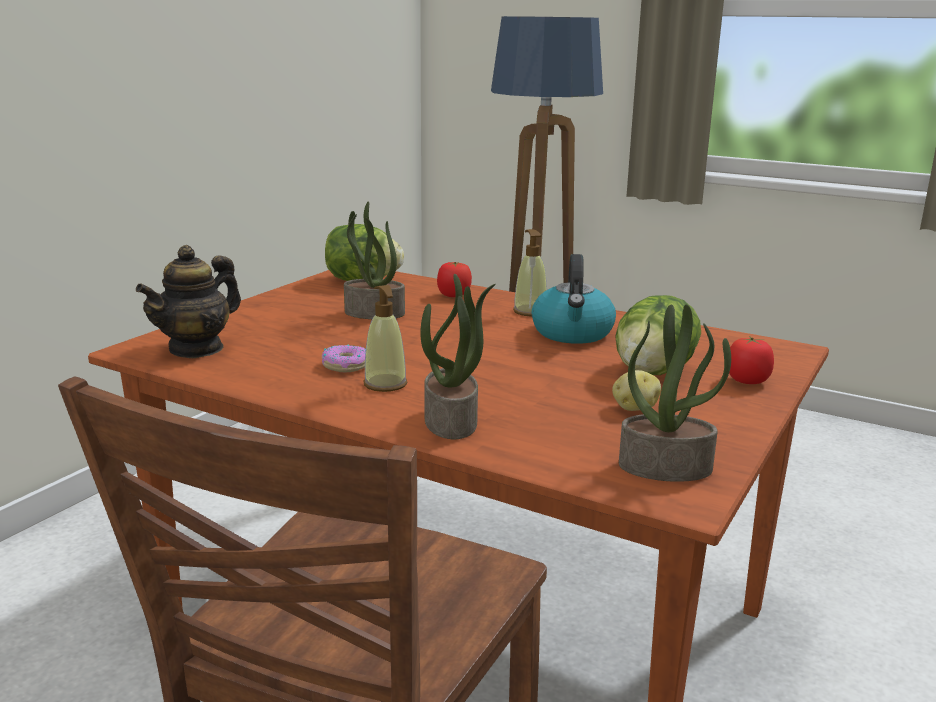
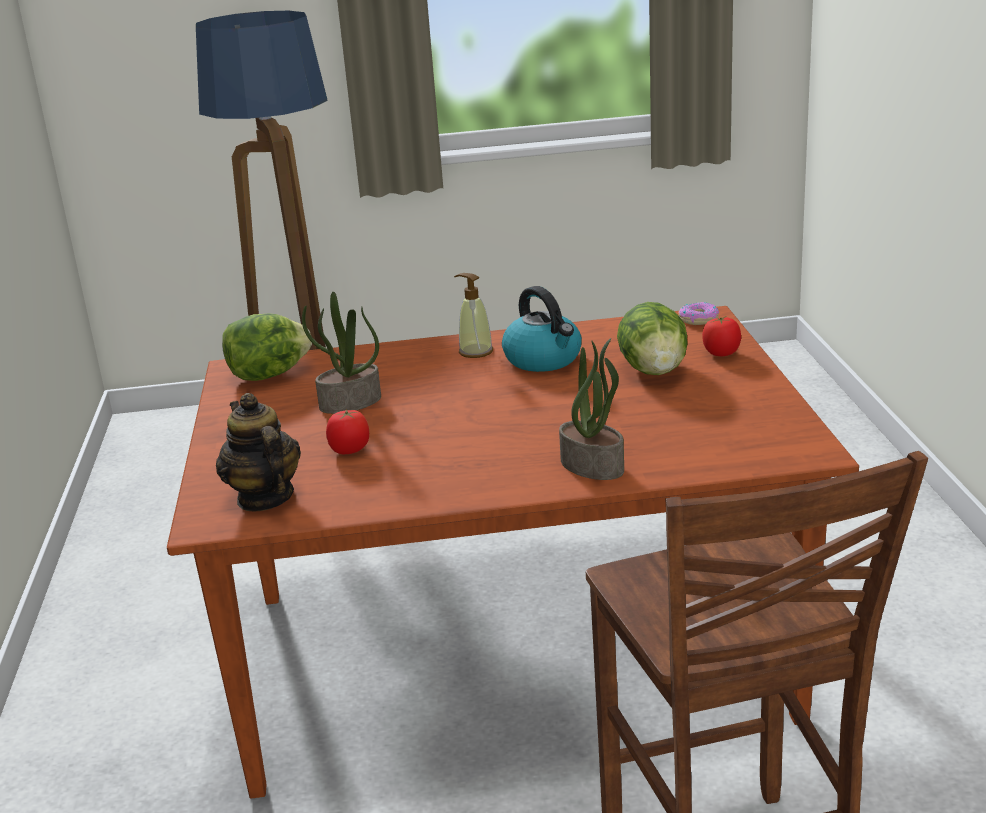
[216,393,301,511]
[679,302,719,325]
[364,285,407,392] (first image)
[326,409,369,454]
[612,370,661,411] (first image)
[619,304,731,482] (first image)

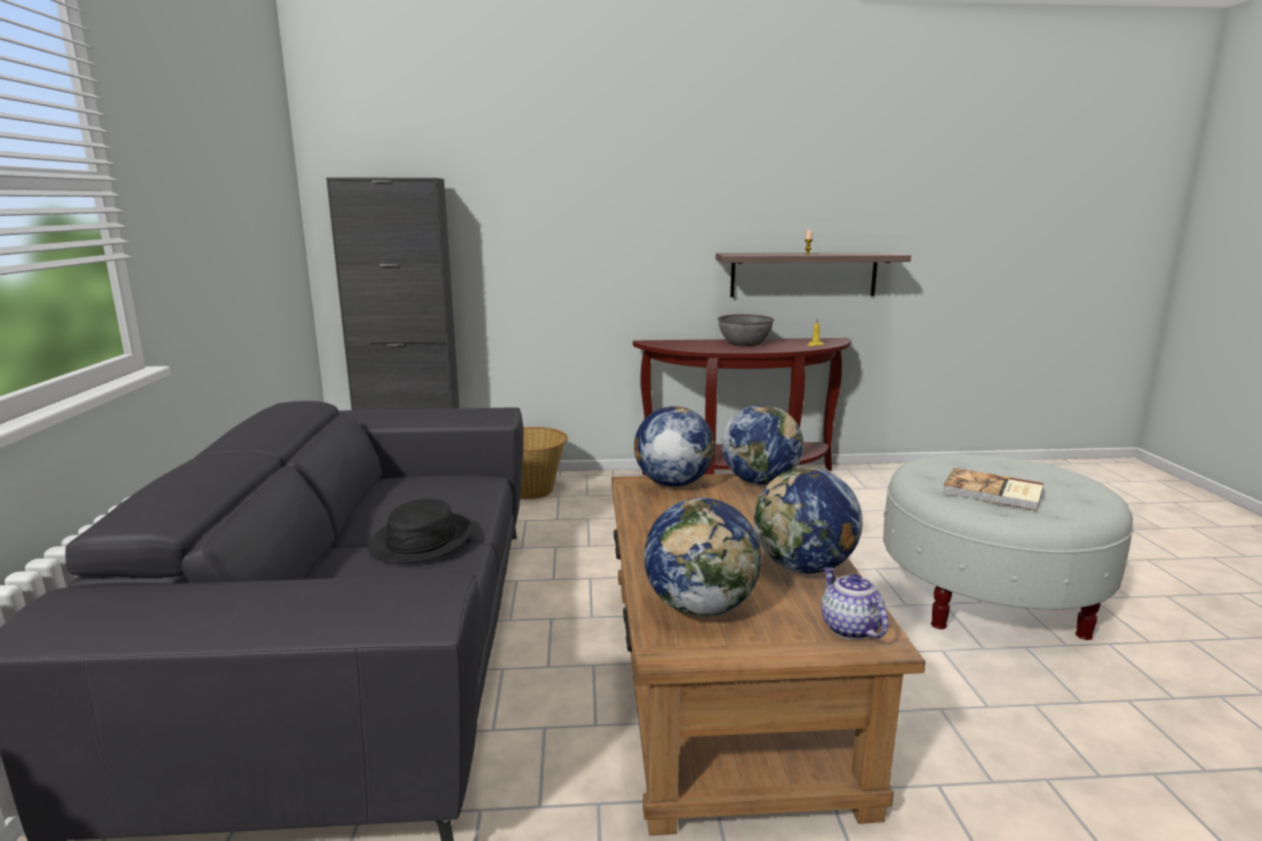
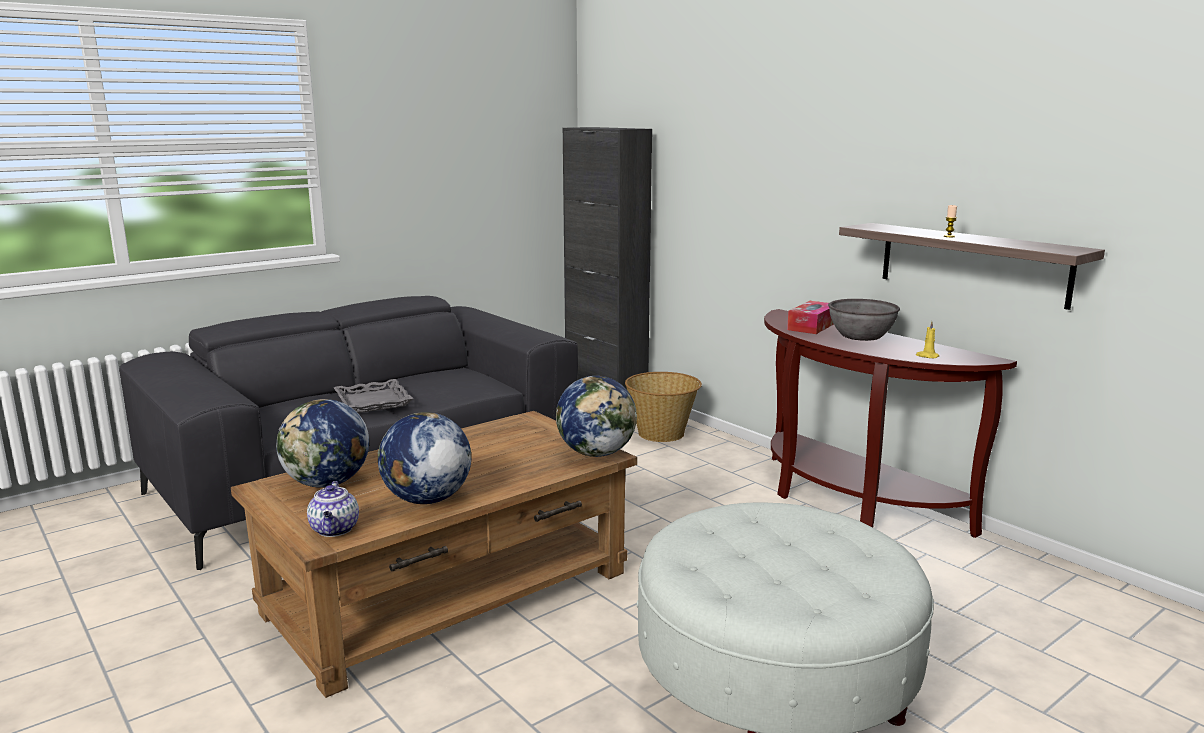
[334,379,414,413]
[634,406,715,487] (first image)
[307,481,359,537]
[942,468,1044,511] (first image)
[787,301,834,334]

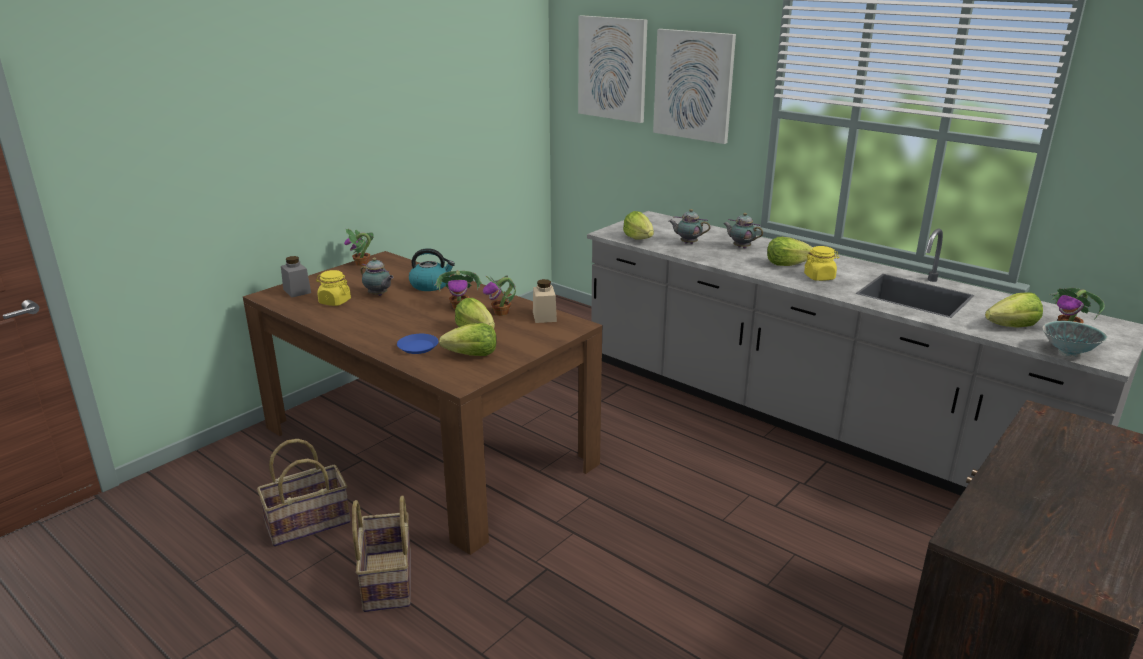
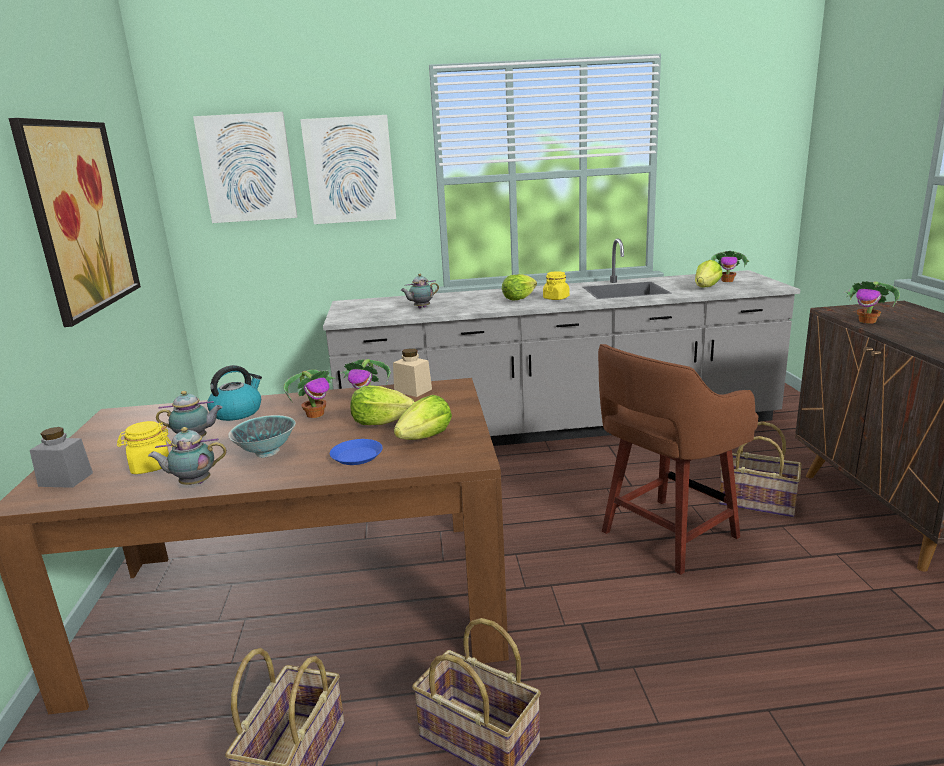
[844,281,900,324]
[623,211,654,240] (first image)
[148,427,227,485]
[228,415,296,458]
[9,118,141,327]
[598,344,759,575]
[719,421,802,517]

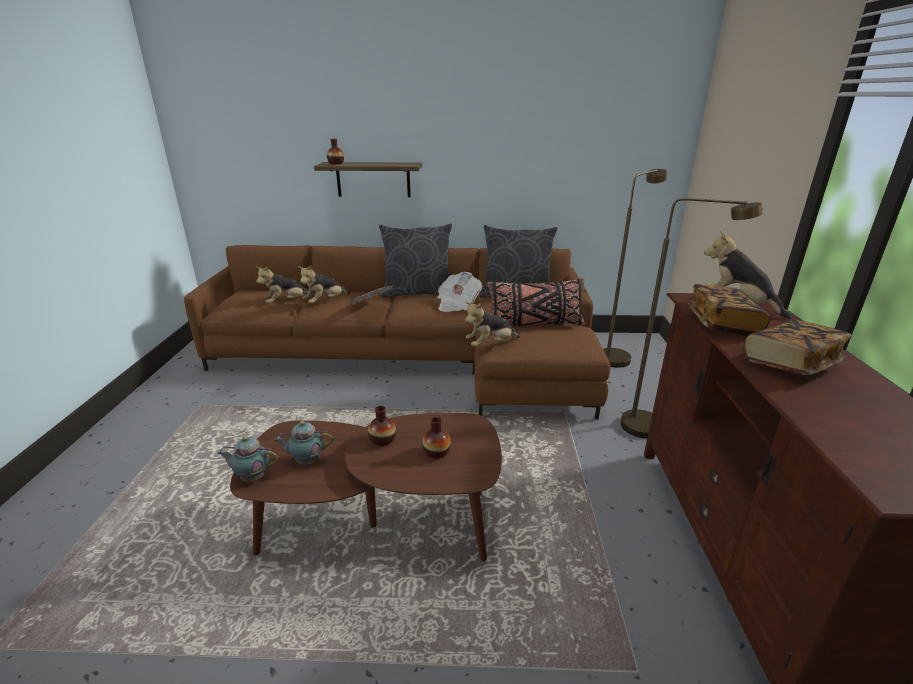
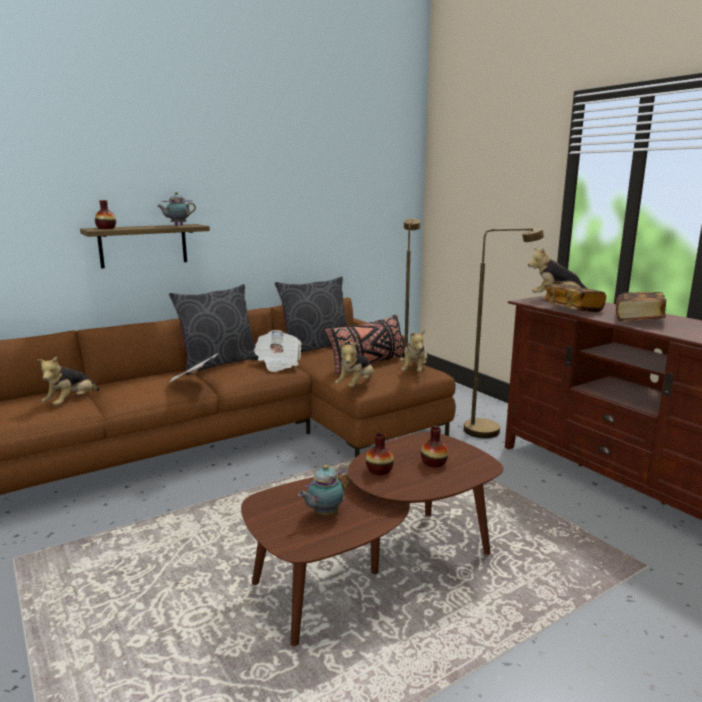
[157,192,196,226]
[400,330,427,372]

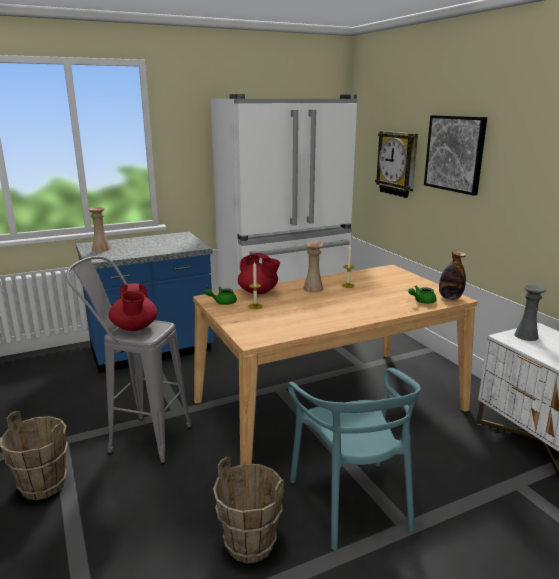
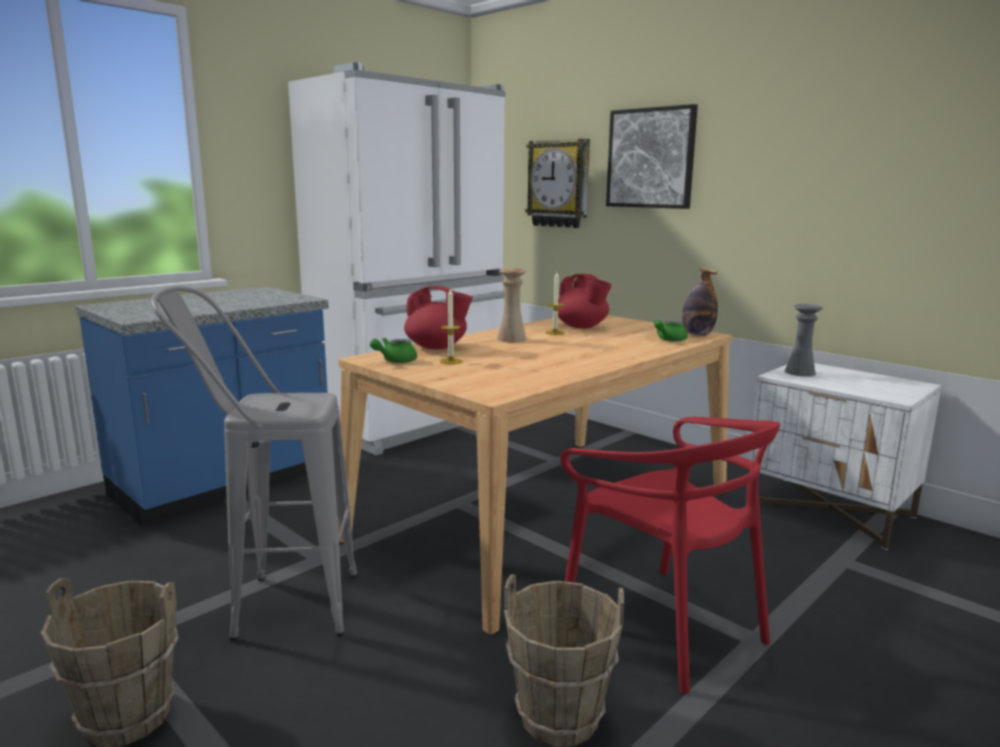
[88,207,111,252] (first image)
[558,274,612,329]
[560,417,780,693]

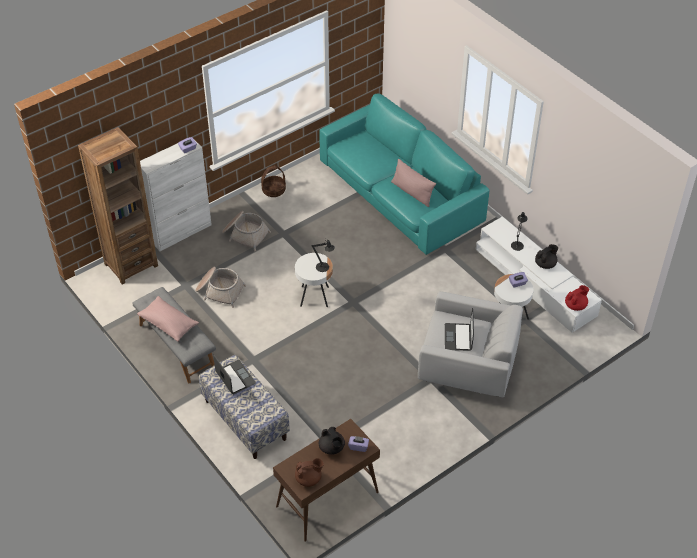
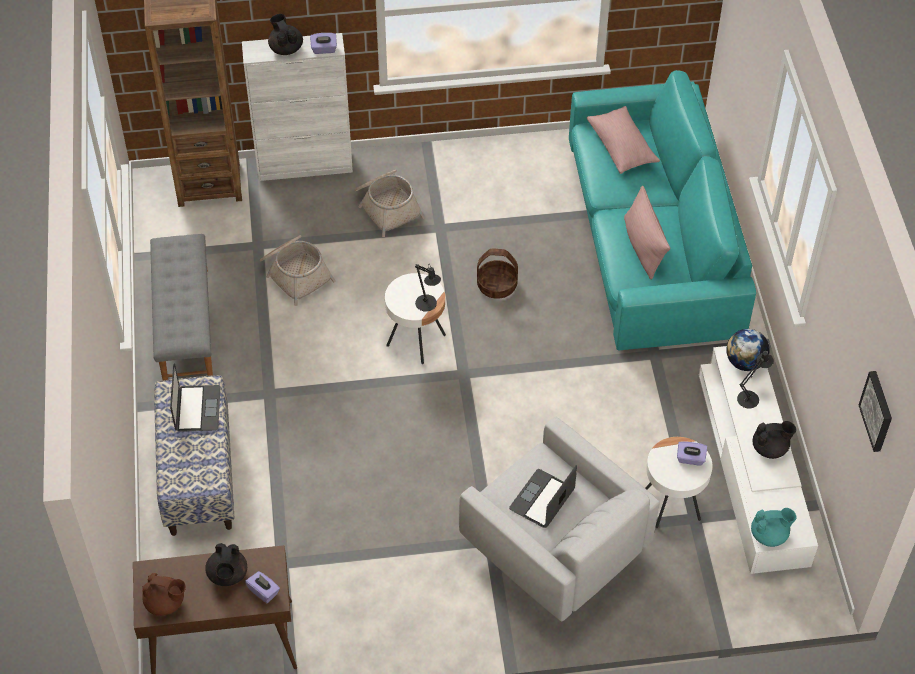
[587,106,660,174]
[477,248,518,299]
[751,508,796,547]
[268,14,303,55]
[726,329,770,371]
[859,371,892,452]

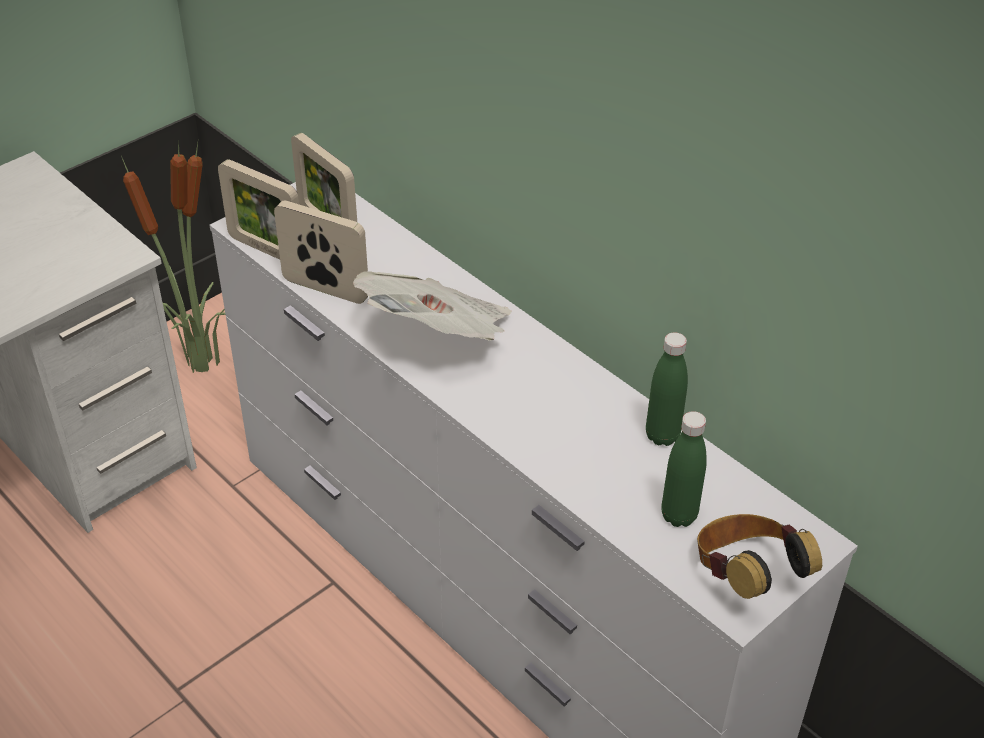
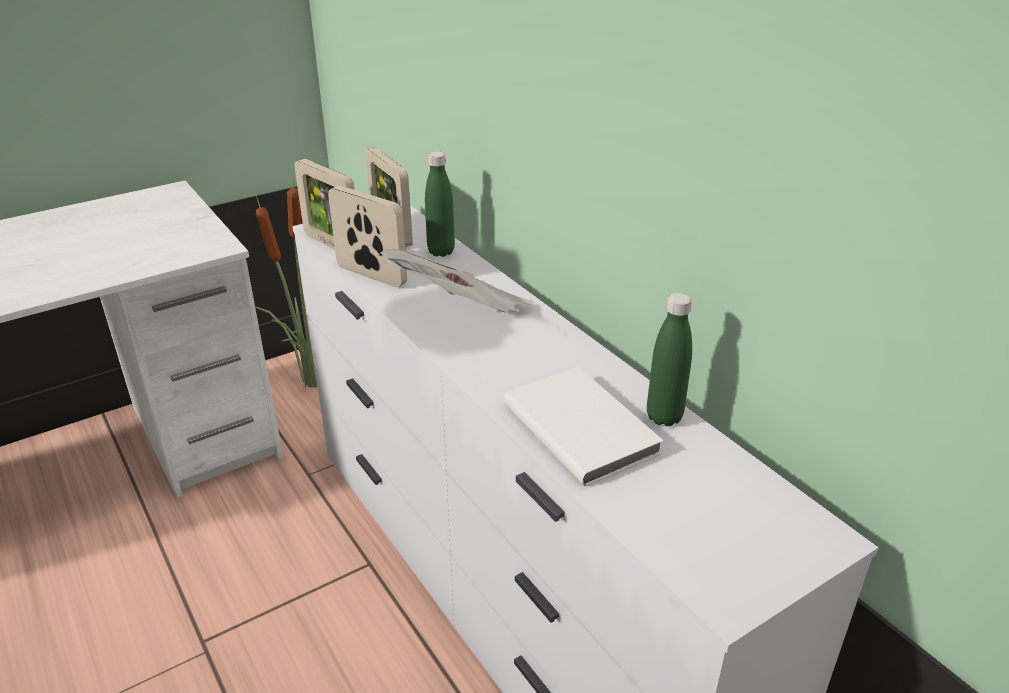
[425,151,455,257]
[697,514,822,599] (first image)
[504,367,664,486]

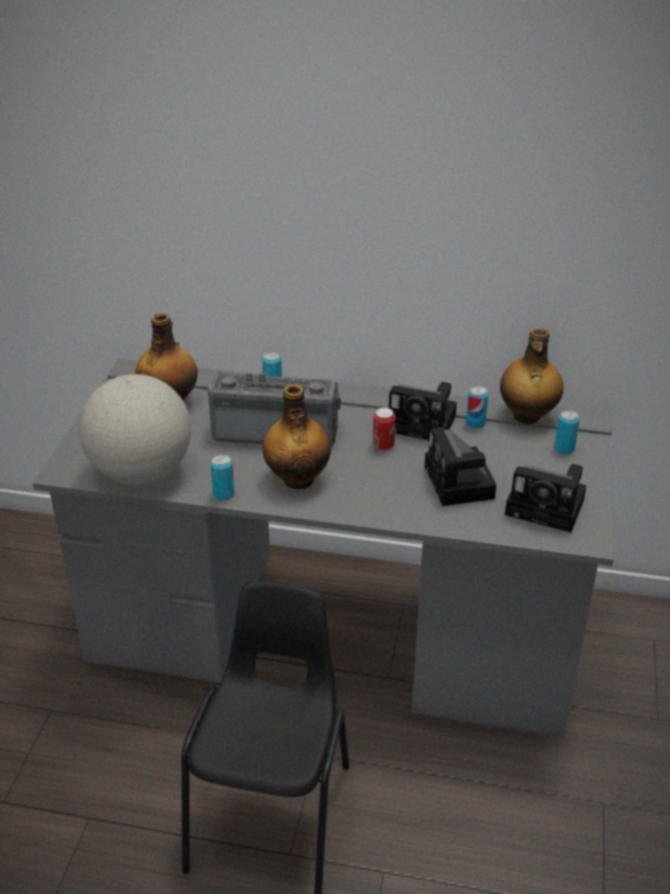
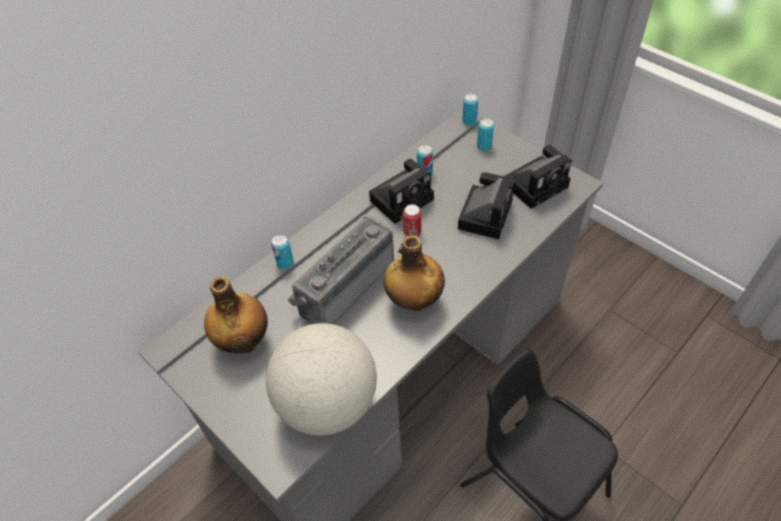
[462,94,479,126]
[458,172,514,239]
[500,327,563,424] (first image)

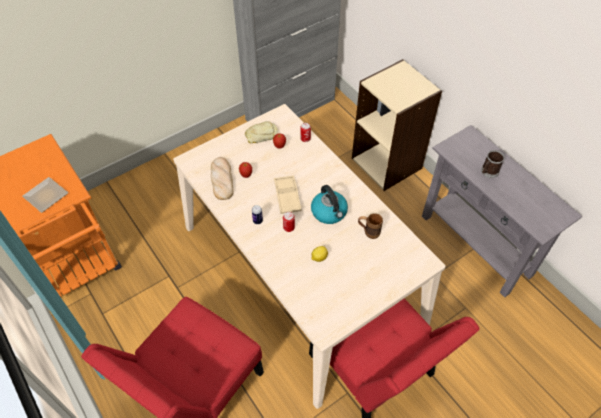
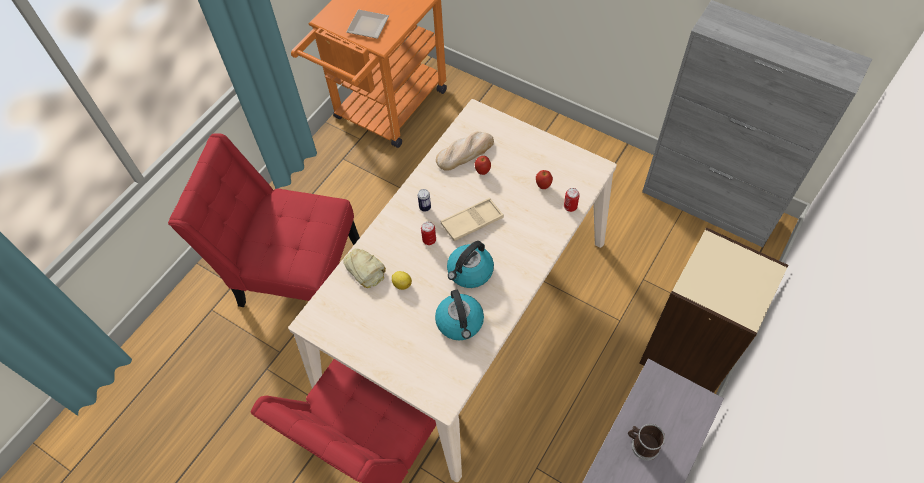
[343,248,386,288]
[435,290,484,340]

